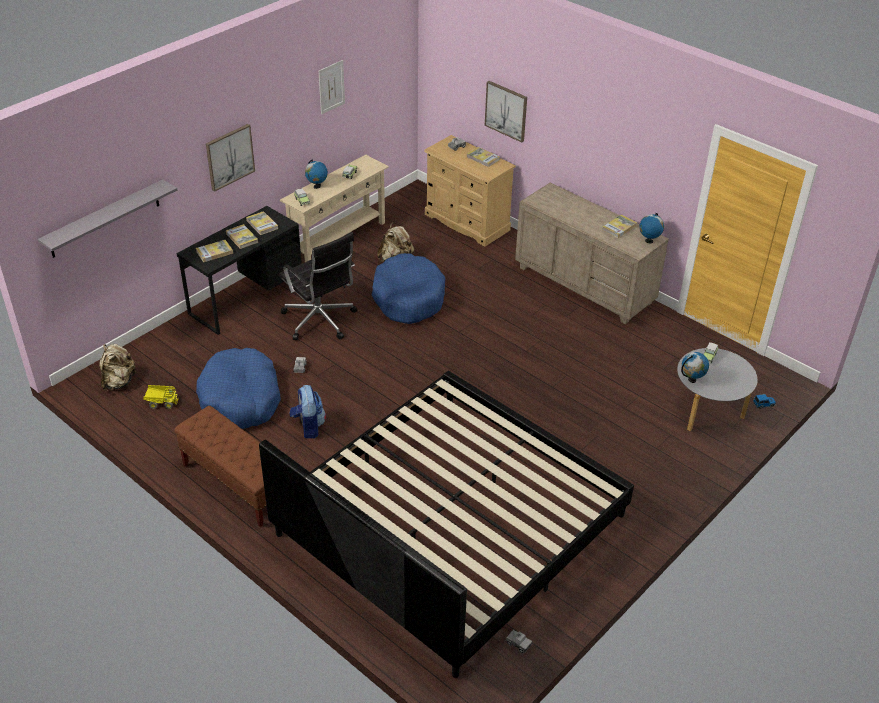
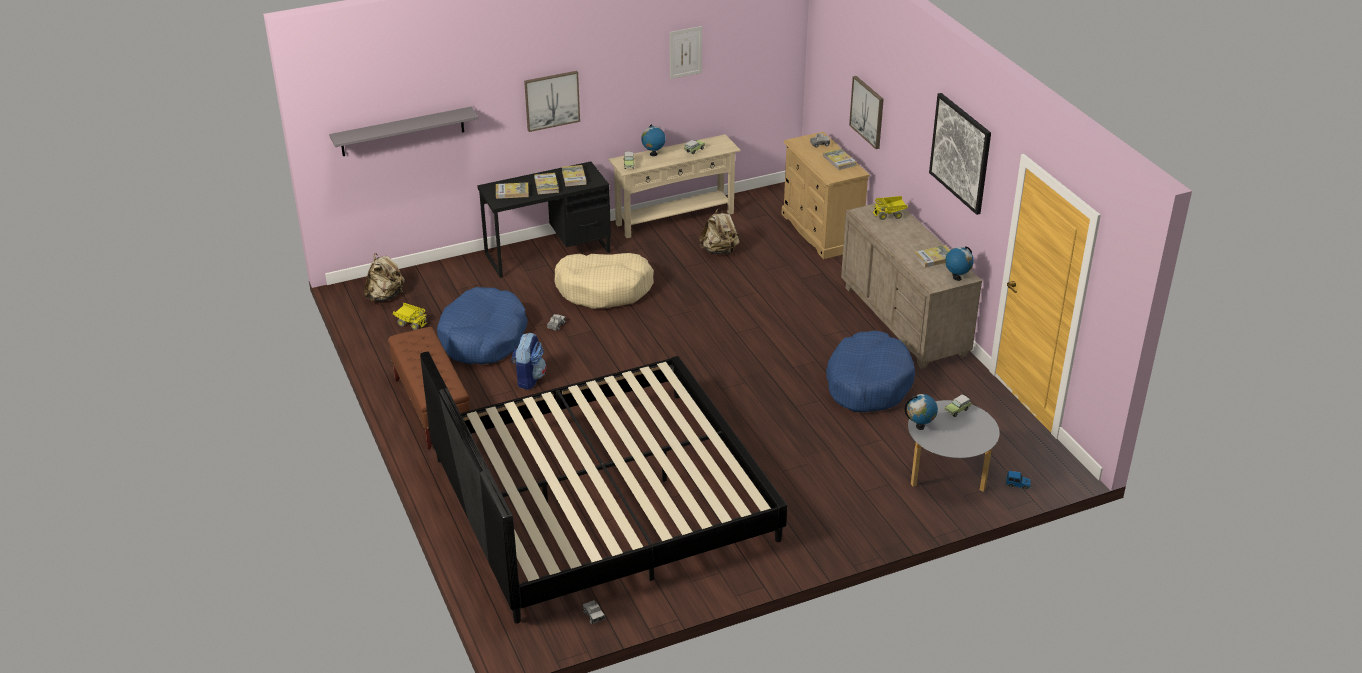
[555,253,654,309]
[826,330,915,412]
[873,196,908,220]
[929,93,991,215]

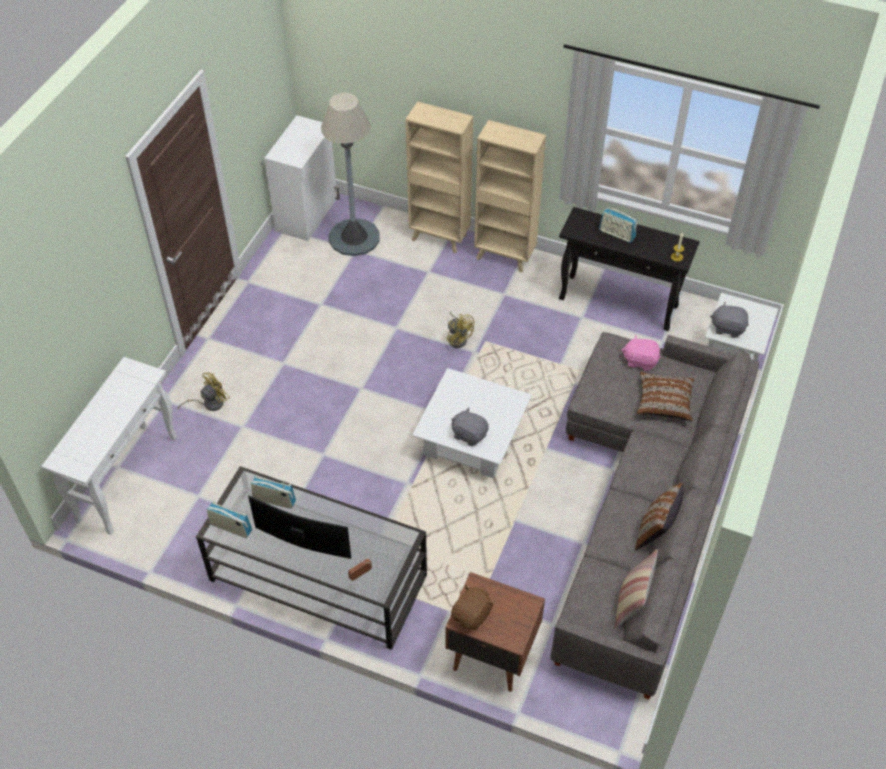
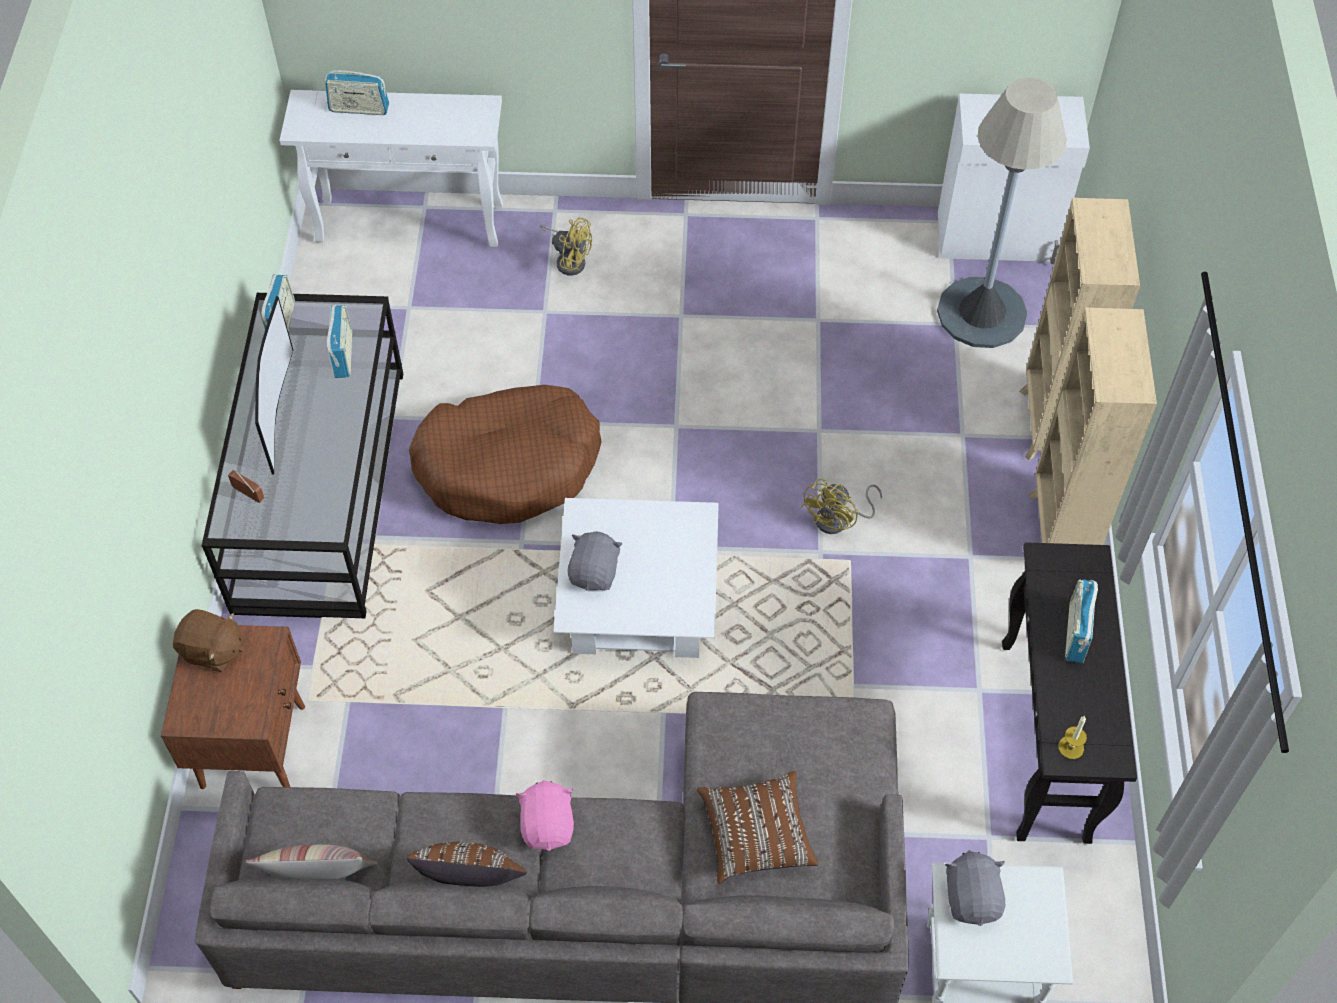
[515,780,574,851]
[325,70,389,115]
[409,385,602,524]

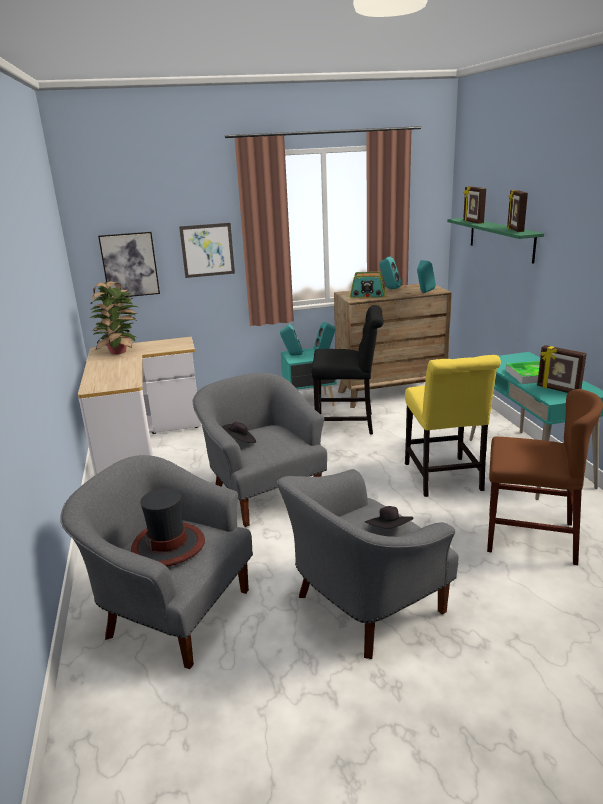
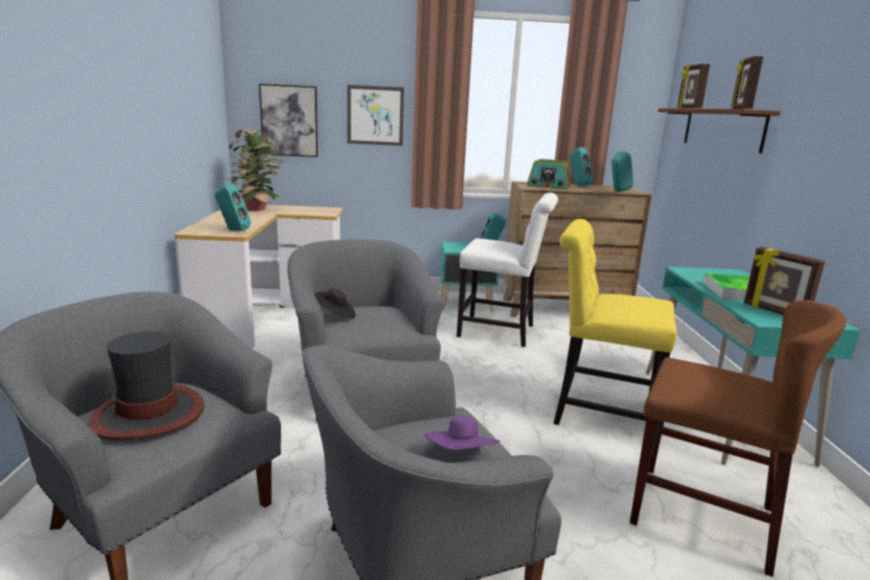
[214,183,251,231]
[457,193,558,347]
[424,416,500,450]
[553,219,677,425]
[658,108,781,153]

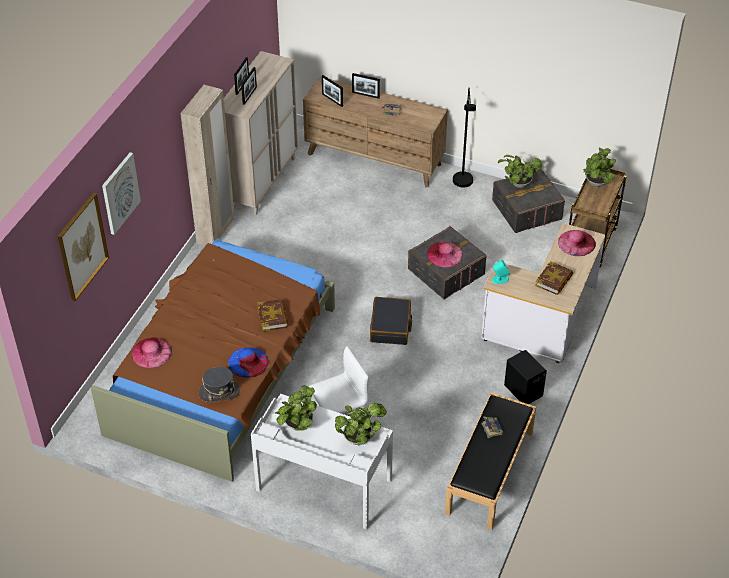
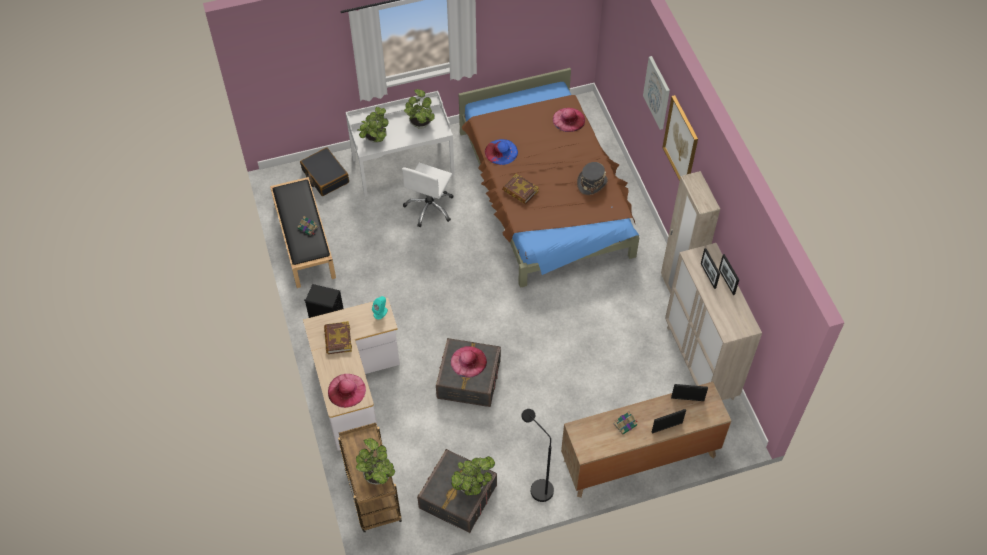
[662,95,698,181]
[577,162,608,195]
[300,147,349,196]

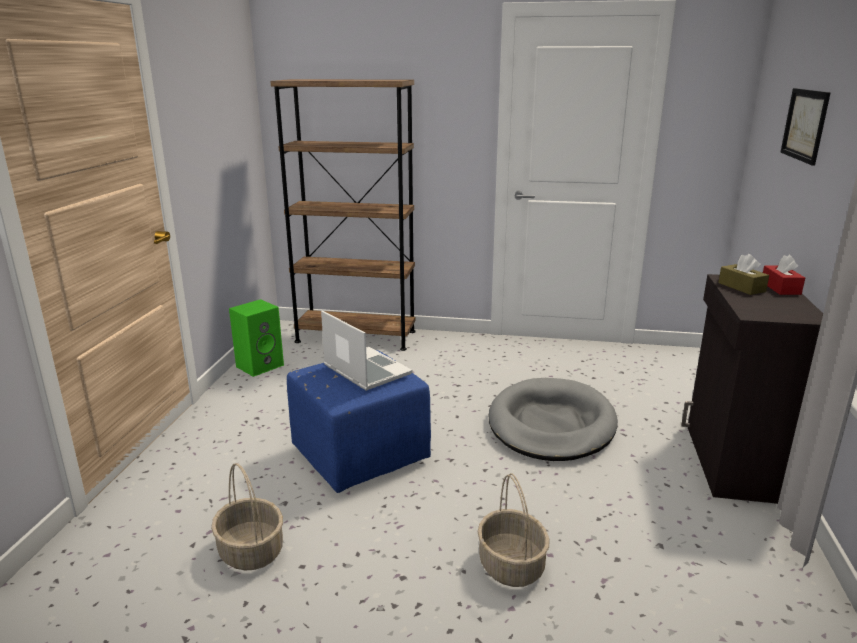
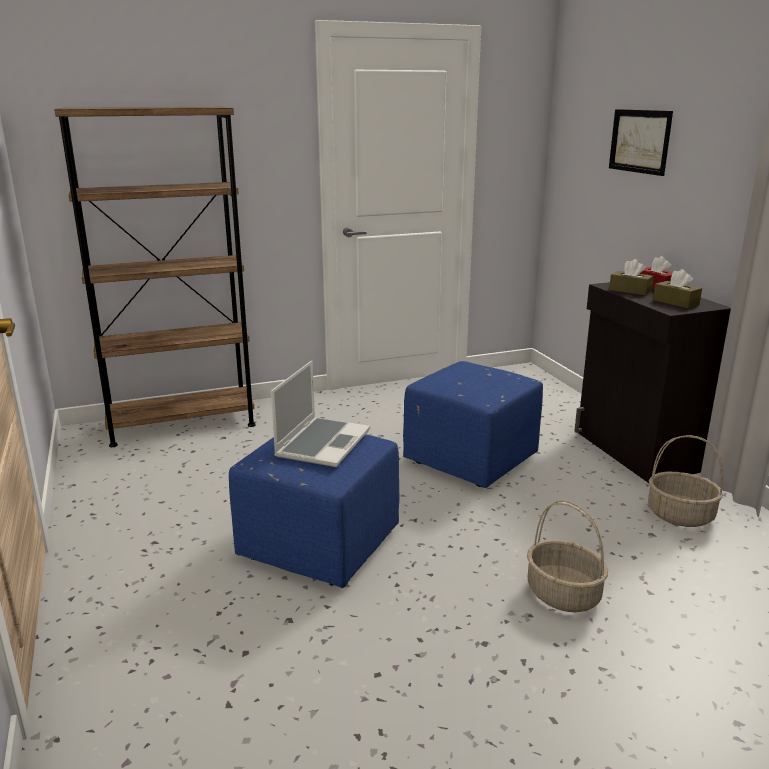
[648,435,723,527]
[229,299,284,377] (first image)
[271,361,370,467]
[403,361,543,488]
[653,269,702,308]

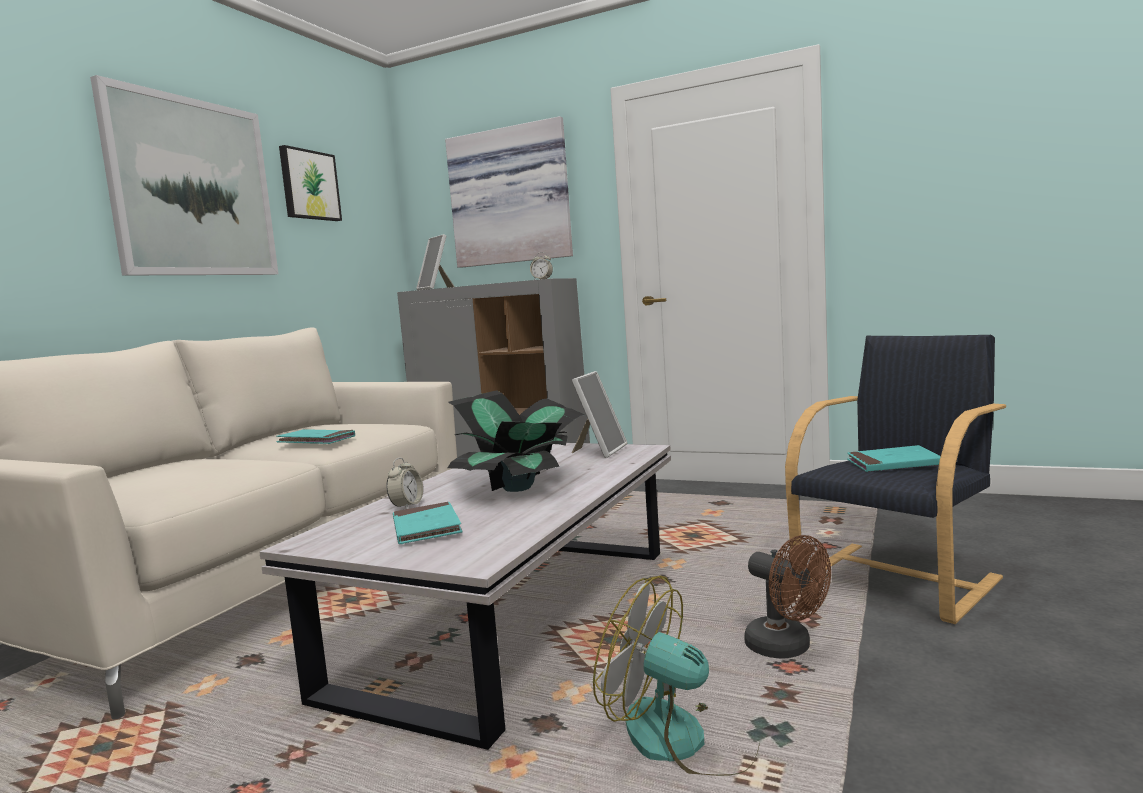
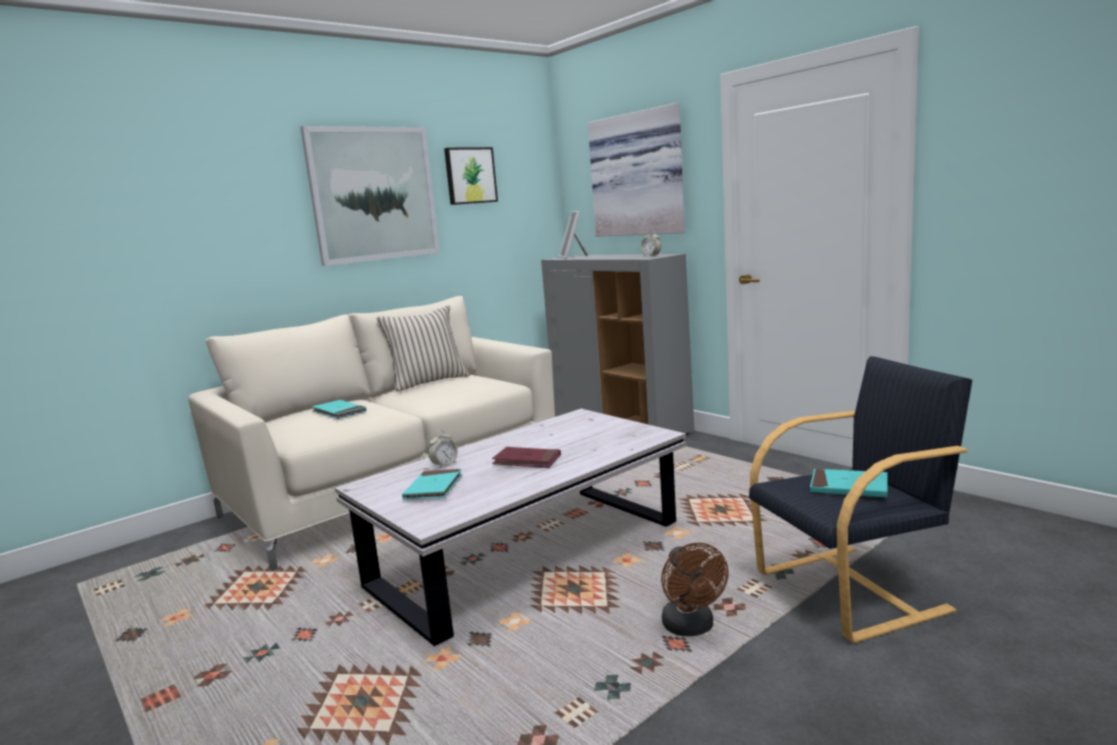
[312,400,367,419]
[492,447,561,468]
[572,371,627,458] (first image)
[593,576,760,776] (first image)
[376,305,470,392]

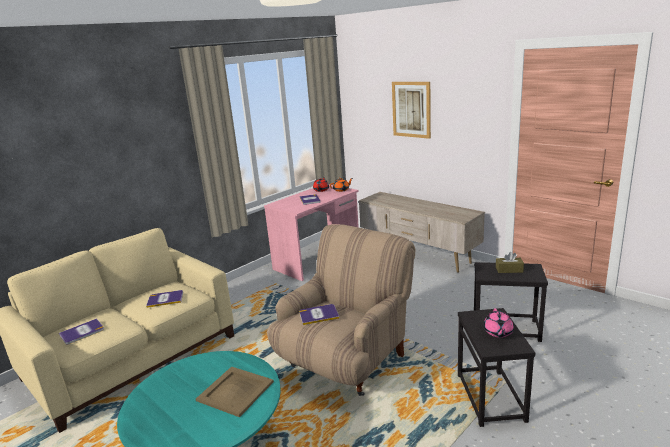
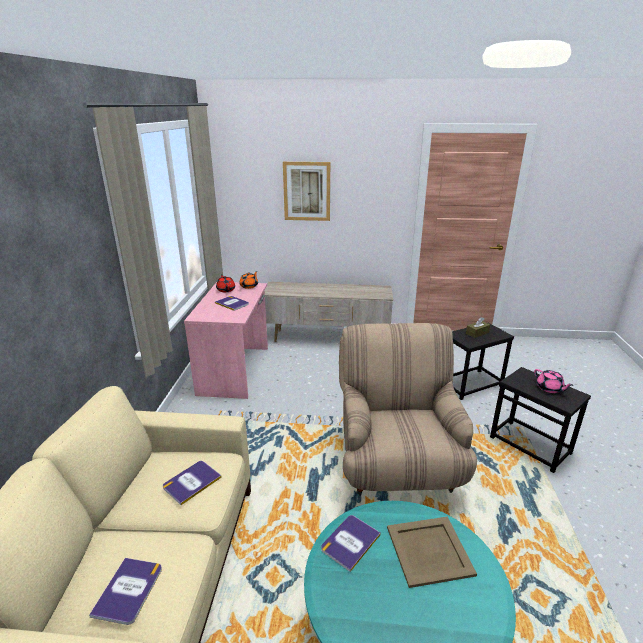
[321,515,381,572]

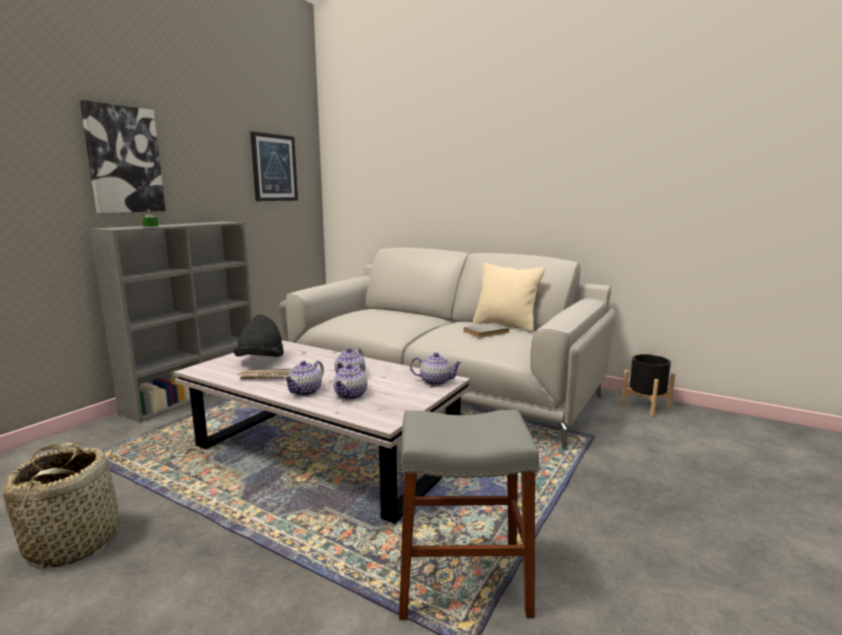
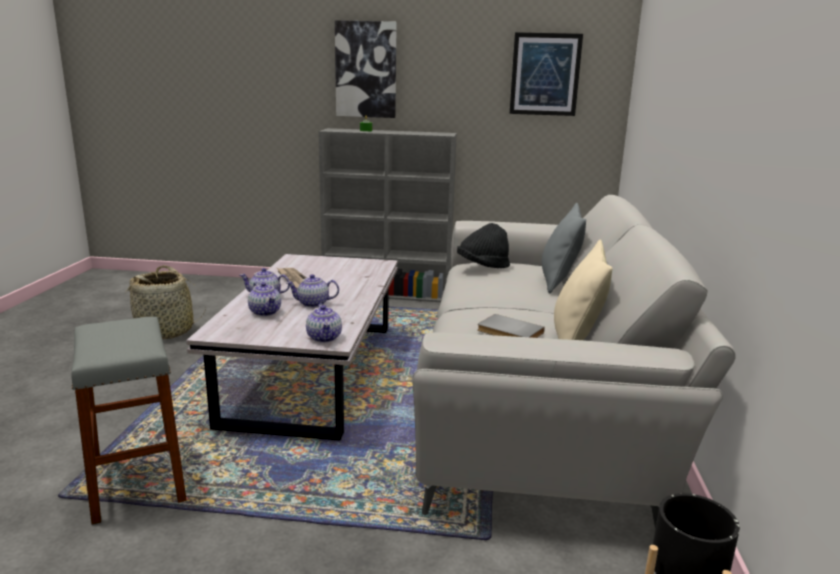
[457,223,510,268]
[248,282,281,316]
[542,203,586,294]

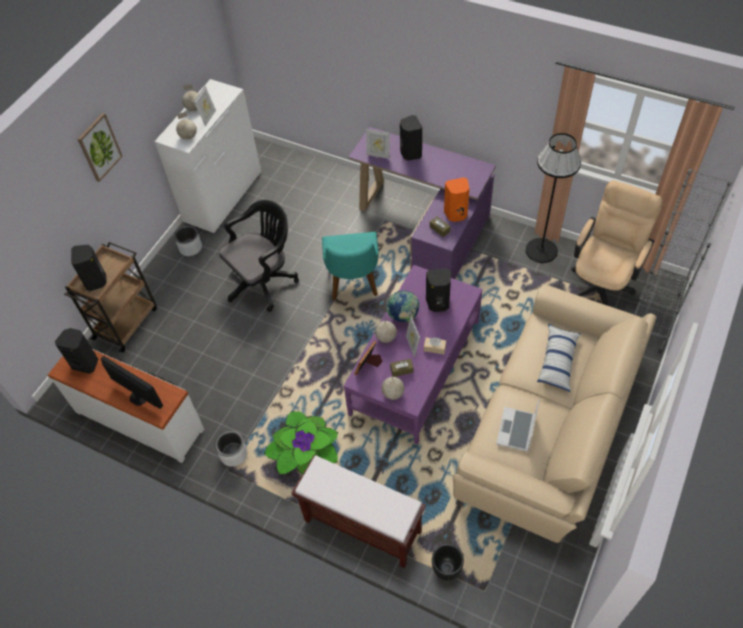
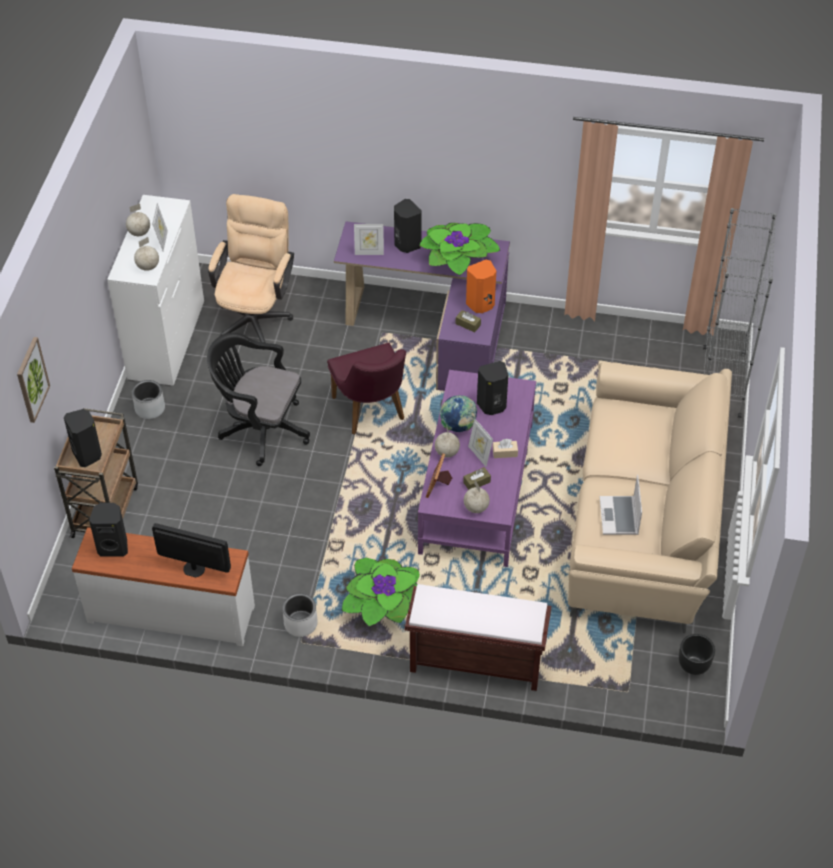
[17,337,50,423]
[207,333,310,466]
[327,343,406,435]
[679,634,715,675]
[525,133,581,263] (first image)
[537,324,581,392] (first image)
[208,194,294,350]
[419,223,500,276]

